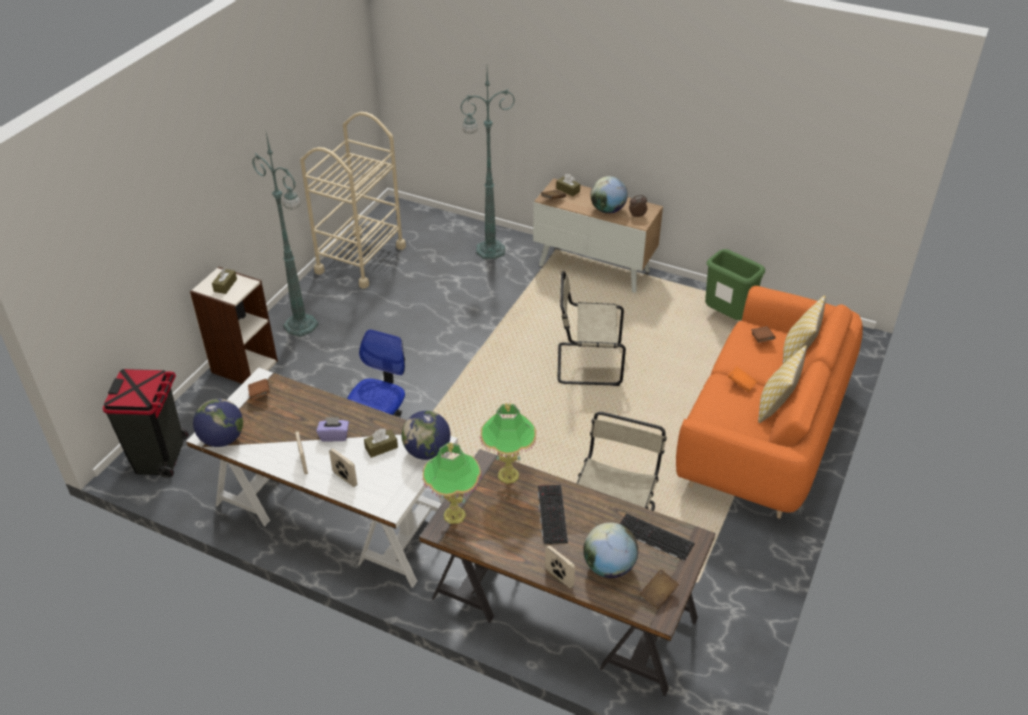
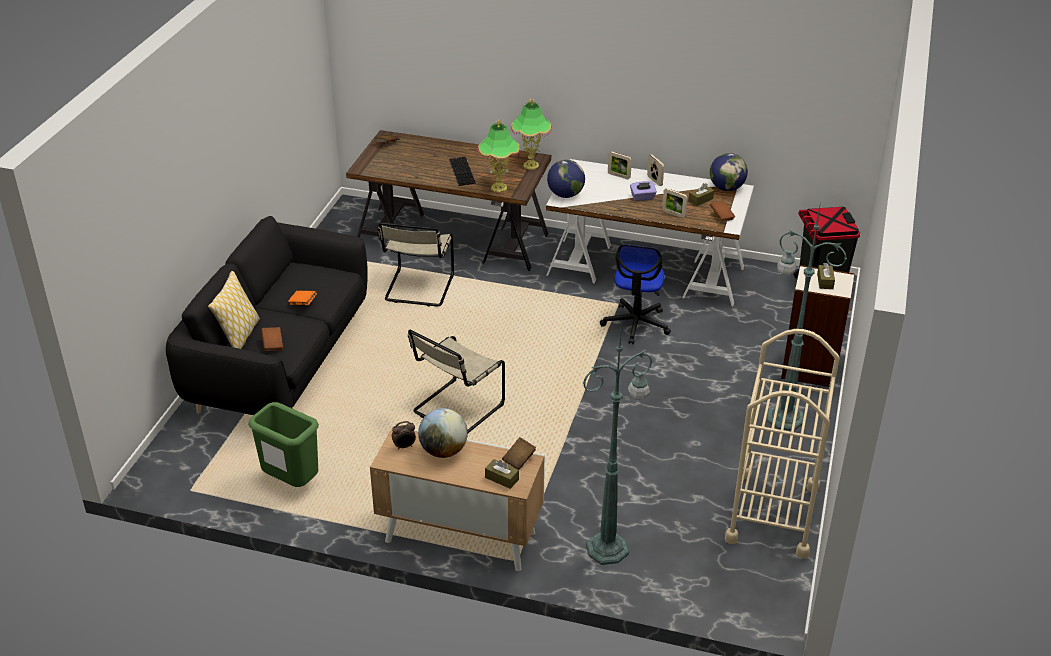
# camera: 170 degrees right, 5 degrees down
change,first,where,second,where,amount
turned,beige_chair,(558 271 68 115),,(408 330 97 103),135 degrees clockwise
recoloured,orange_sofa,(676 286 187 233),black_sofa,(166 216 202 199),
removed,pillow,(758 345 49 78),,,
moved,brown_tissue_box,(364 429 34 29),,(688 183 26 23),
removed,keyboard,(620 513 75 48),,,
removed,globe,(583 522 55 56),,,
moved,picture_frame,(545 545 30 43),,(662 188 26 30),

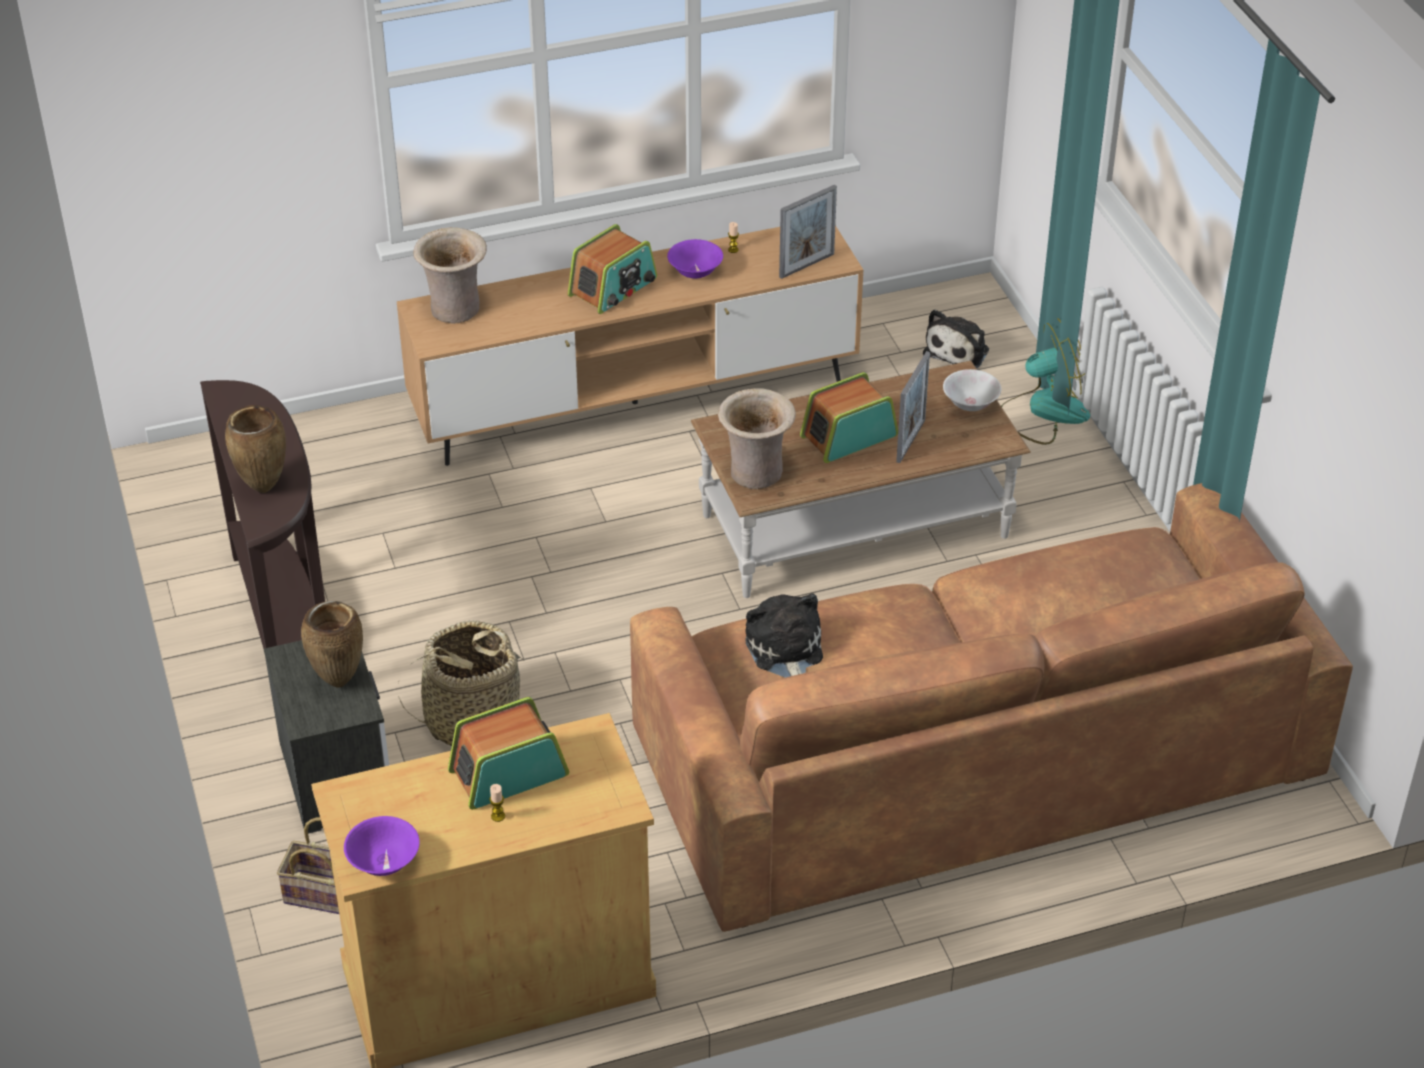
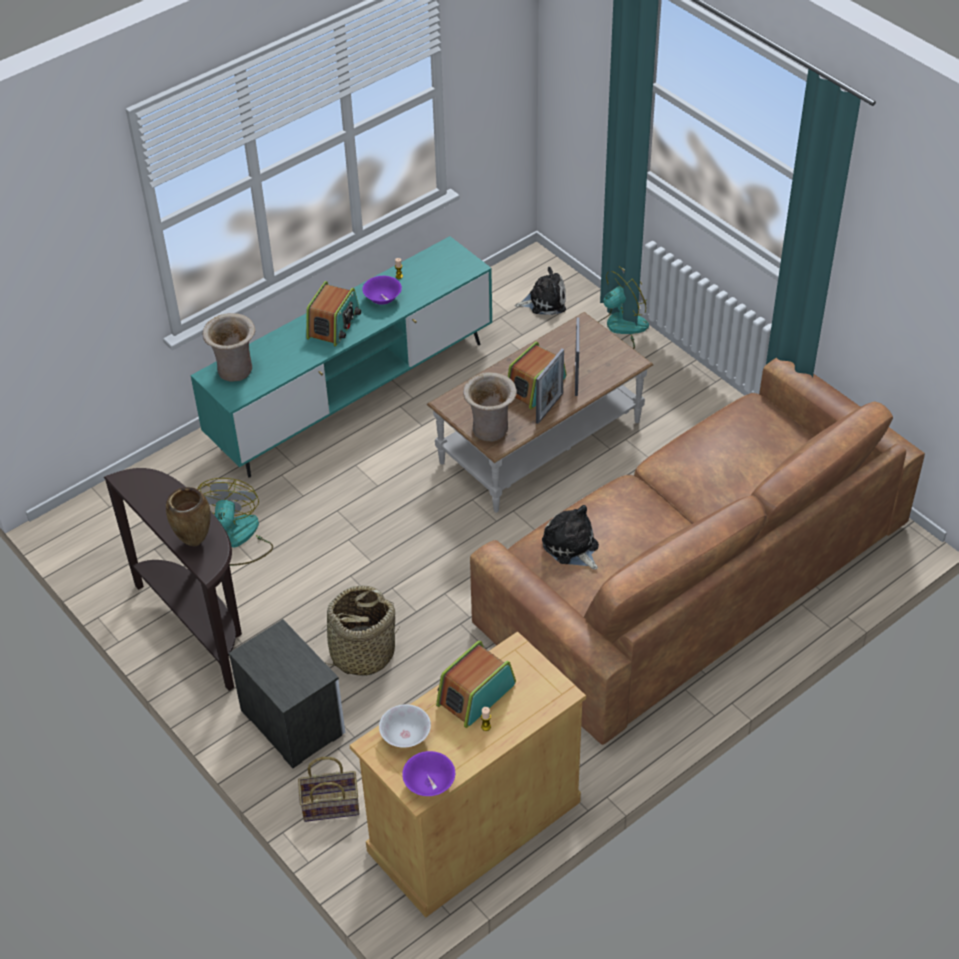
# camera: 20 degrees left, 5 degrees up
change,first,where,second,where,amount
moved,picture_frame,(779 184 58 95),,(536 349 28 75),
recoloured,brown_tv_stand,(397 225 466 241),turquoise_tv_stand,(191 236 301 241),
turned,plush_toy,(923 309 66 59),,(515 267 51 48),105 degrees counterclockwise
moved,white_bowl,(943 369 58 42),,(379 704 52 44),
removed,brown_vase,(301 601 62 87),,,
added,,,fan,(198 478 75 88),

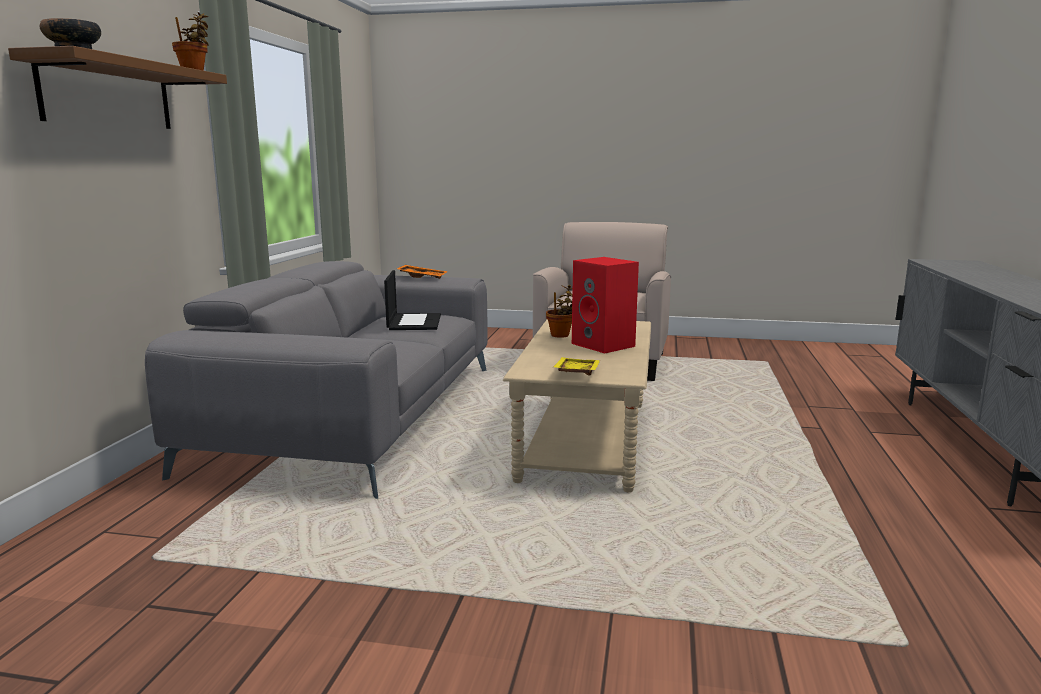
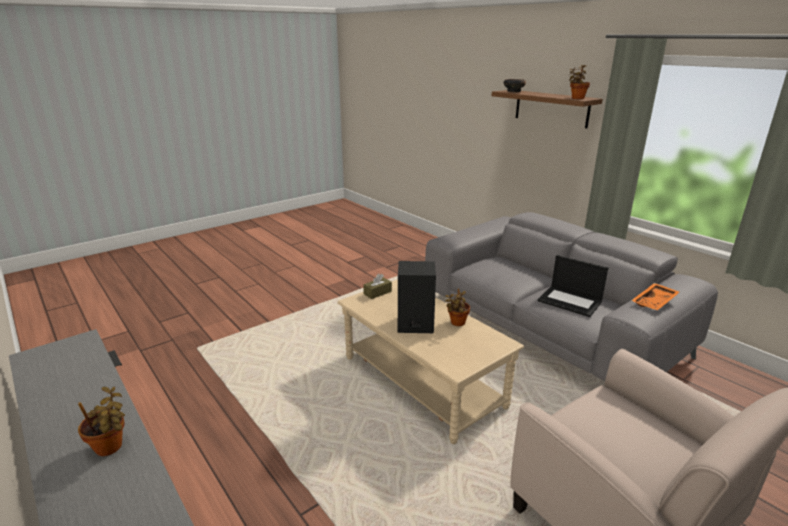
# camera: 130 degrees right, 10 degrees up
change,first,where,second,where,amount
recoloured,red_speaker,(572 257 67 96),black_speaker,(398 261 38 72),
replaced,yellow_tray,(553 357 47 19),brown_tissue_box,(363 274 29 25),
added,,,potted_plant,(78 387 47 69),

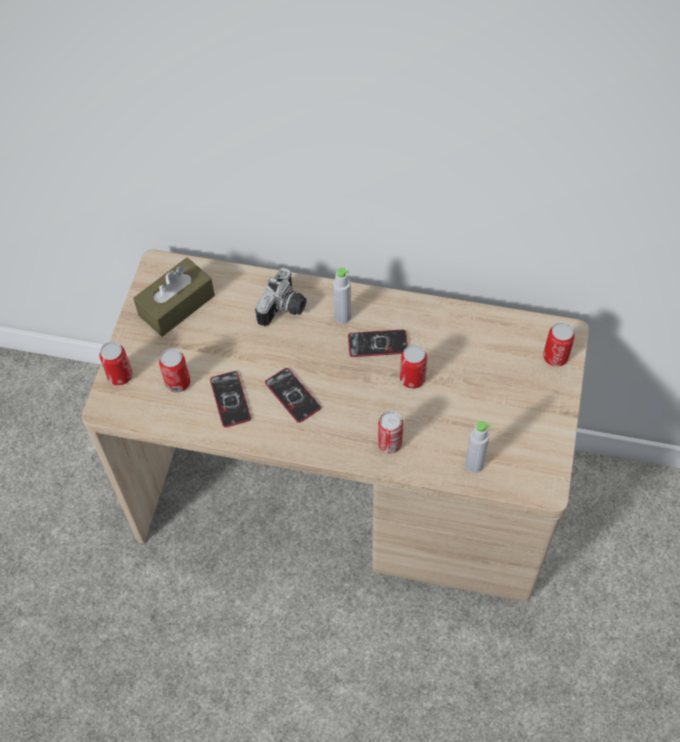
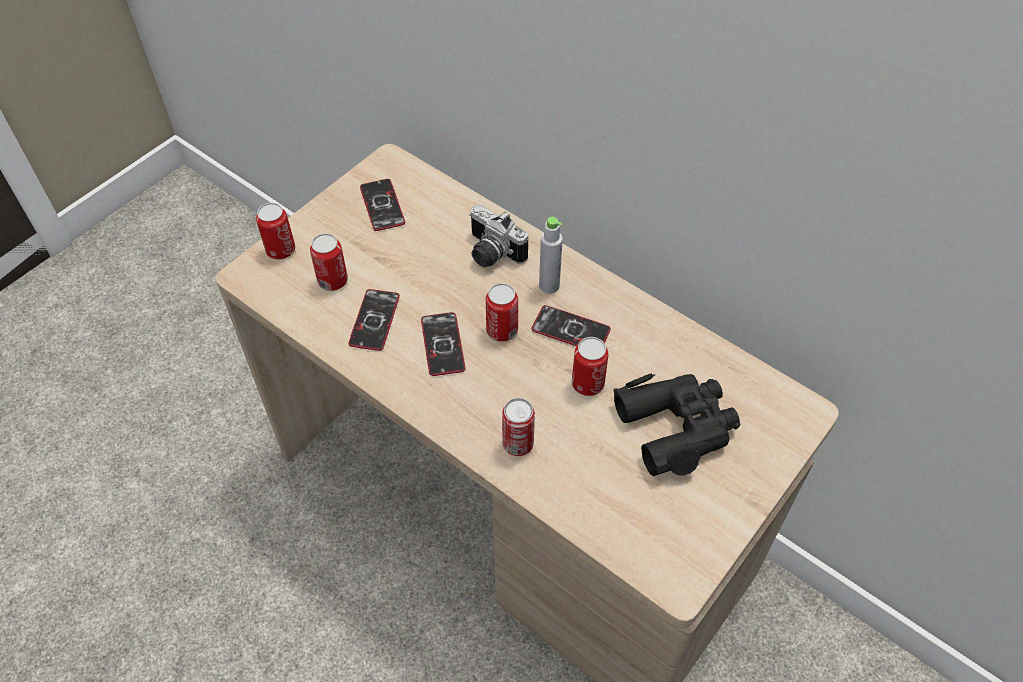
# camera: 25 degrees right, 5 degrees down
change,first,where,second,where,amount
replaced,brown_tissue_box,(133 258 82 79),phone,(360 179 45 52),
turned,photo_camera,(255 268 51 59),,(469 204 59 64),75 degrees clockwise
moved,can,(543 322 32 45),,(486 283 32 59),
removed,grey_bottle,(465 421 25 52),,,
added,,,black_binoculars,(613 373 127 103),

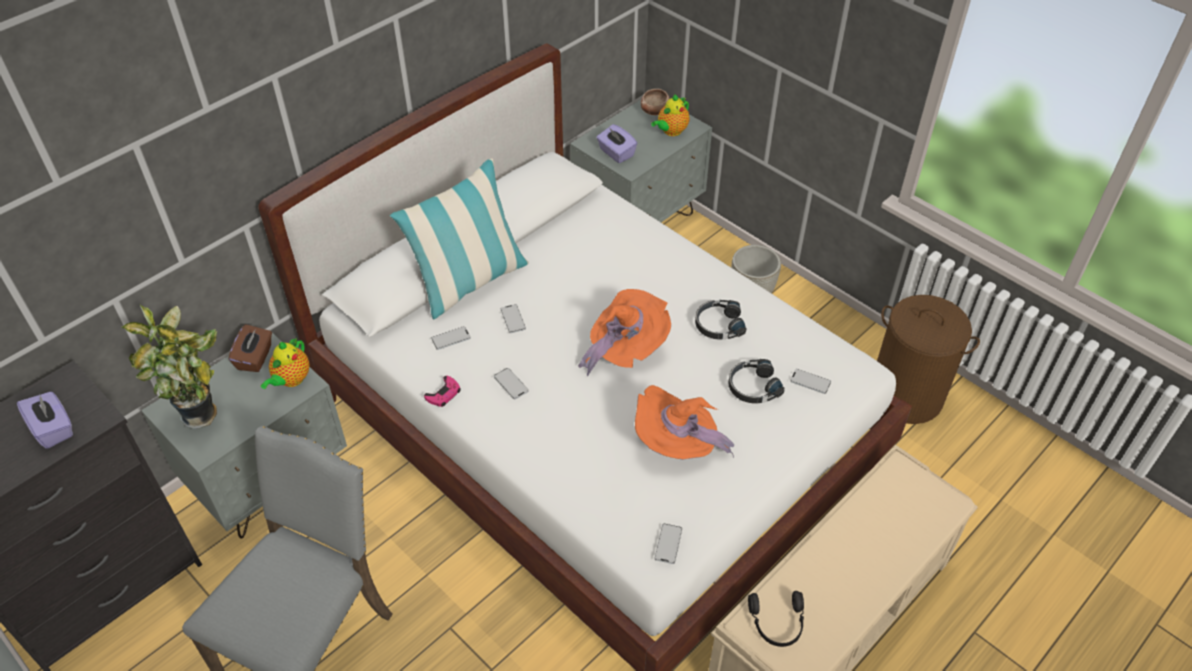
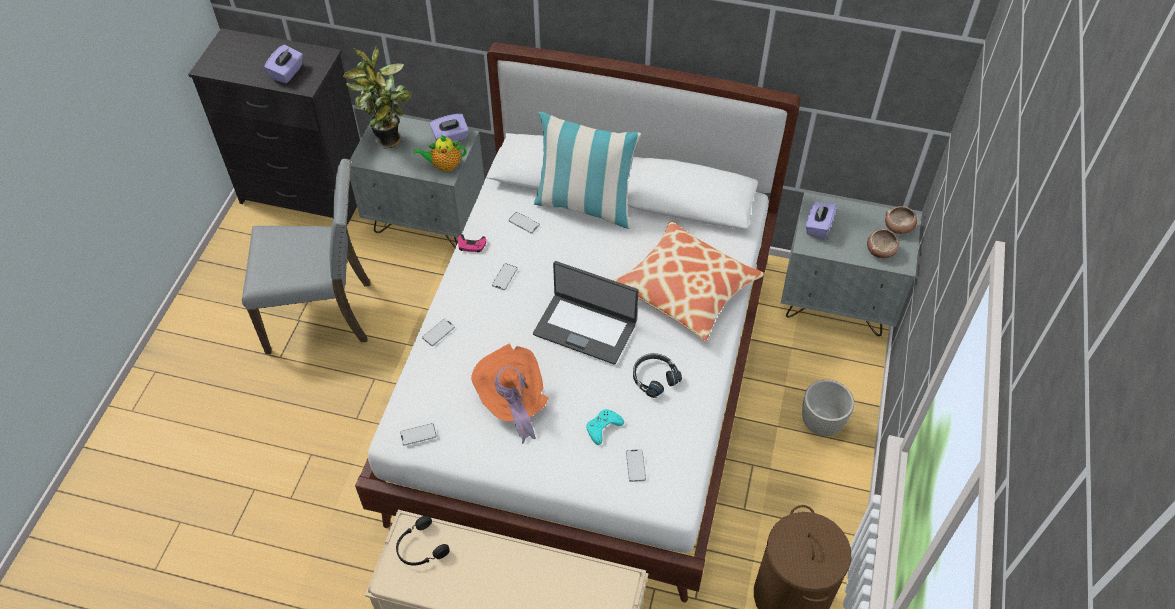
# camera: 60 degrees right, 5 degrees up
change,first,where,second,where,amount
replaced,teapot,(651 94 39 42),bowl,(867 229 32 30),
replaced,orange_hat,(578 289 93 87),laptop,(533 261 105 104),
moved,phone,(501 304 25 29),,(422 319 33 27),
recoloured,brown_tissue_box,(229 324 43 48),purple_tissue_box,(429 114 40 28),
replaced,black_headphones,(728 359 57 44),turquoise_game_controller,(586 409 38 36),
added,,,pillow,(613 221 151 120),

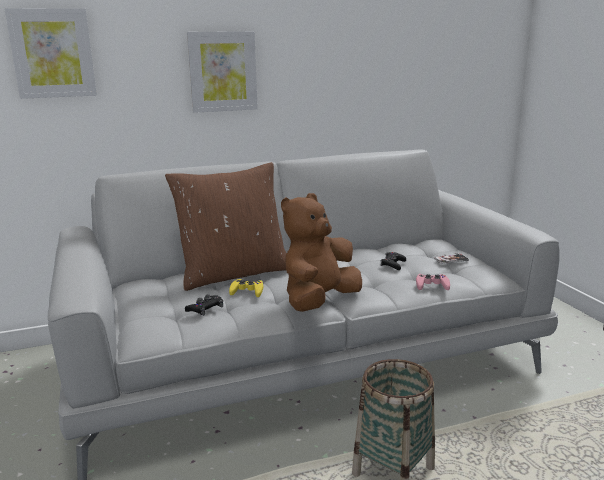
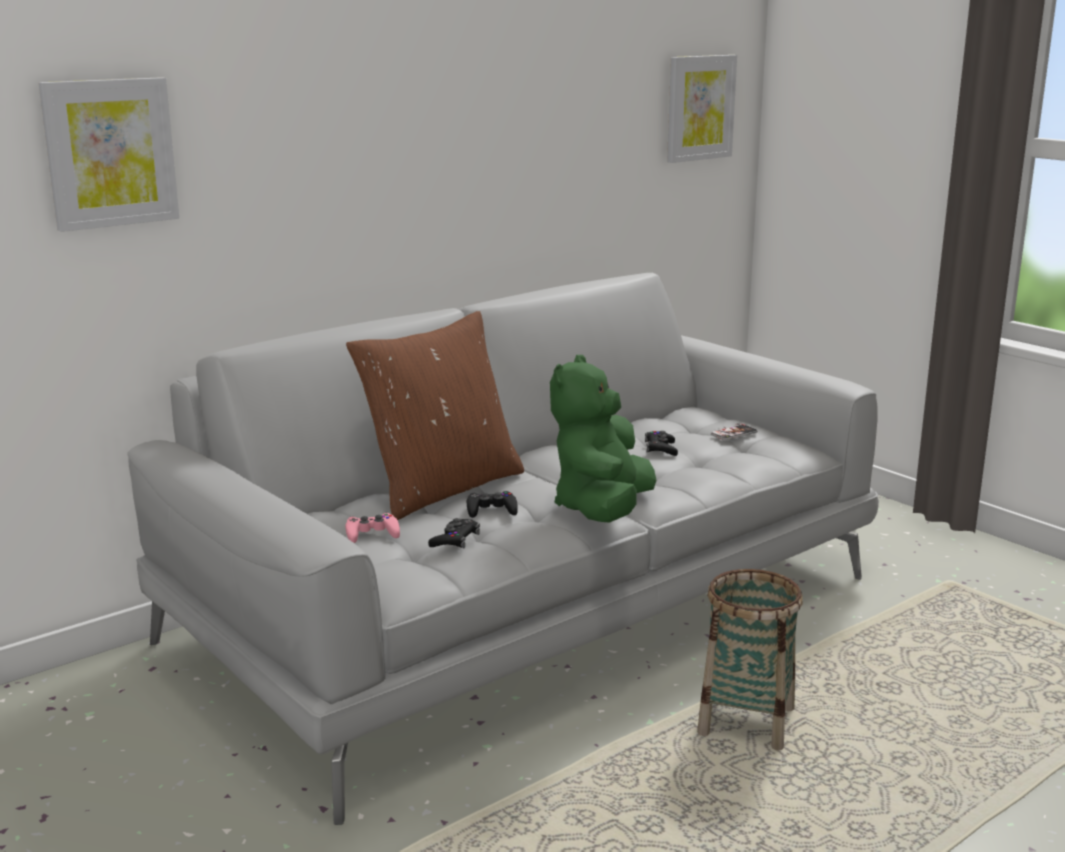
# camera: 20 degrees left, 0 degrees up
change,first,where,second,where,amount
moved,picture,(187 31 71 82),,(667 55 70 108),
recoloured,brown_plush_toy,(281 193 81 119),green_plush_toy,(550 355 107 168),
moved,pink_game_controller,(416 274 34 16),,(345 513 55 30),
recoloured,yellow_game_controller,(229 279 34 18),black_game_controller,(467 491 51 27),

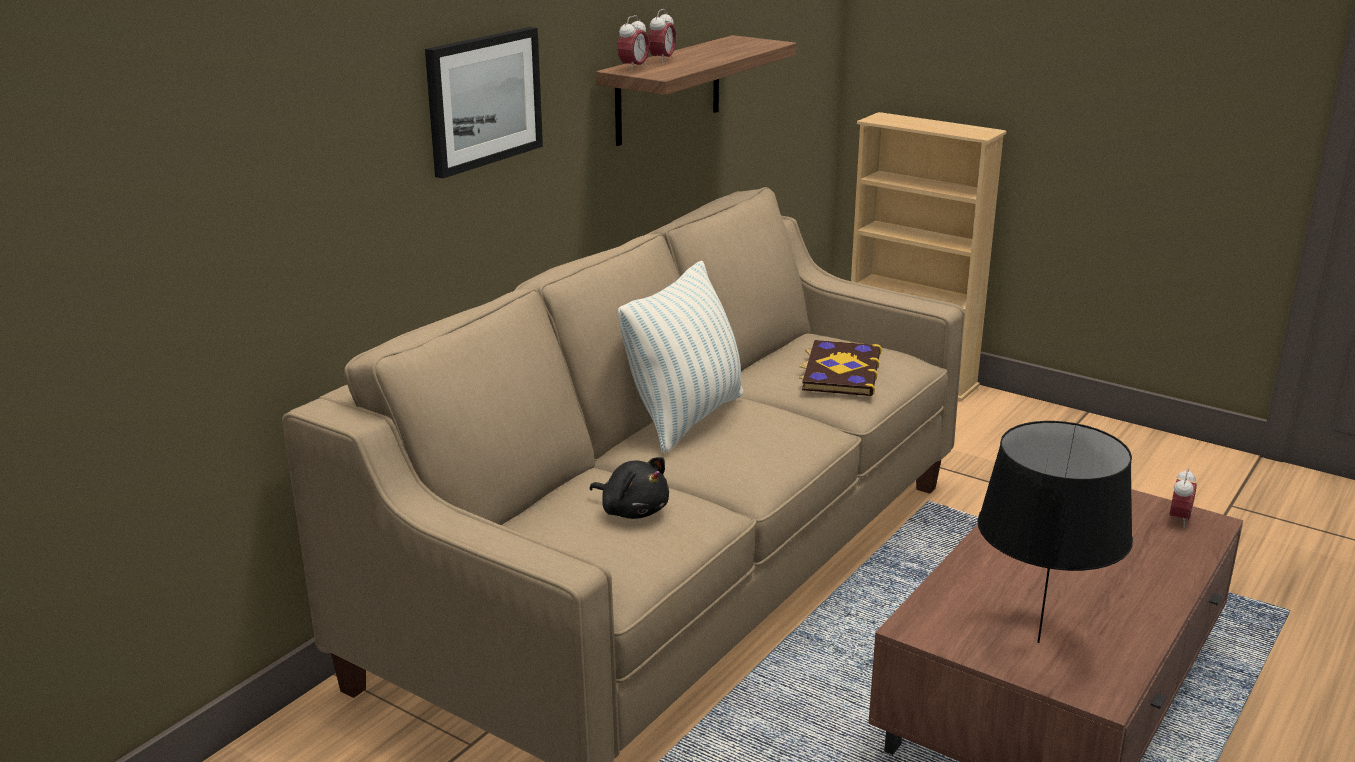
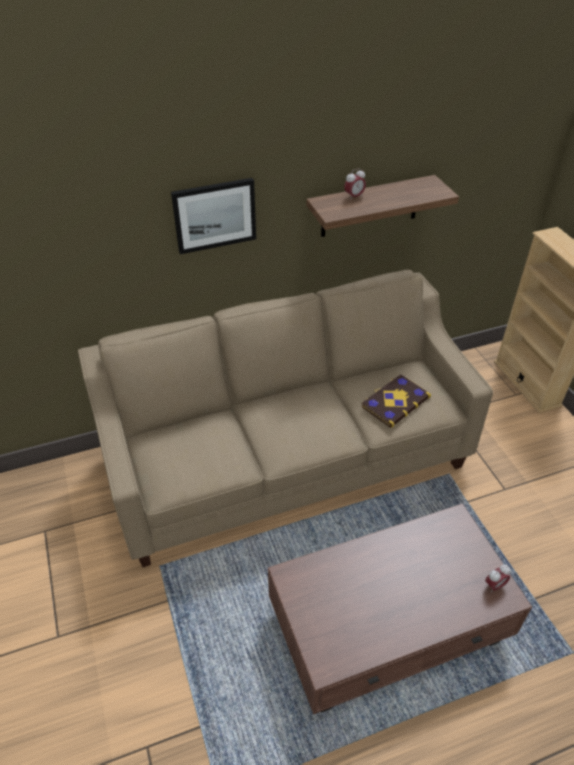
# camera: 35 degrees right, 20 degrees up
change,first,where,second,where,amount
removed,alarm_clock,(617 15 32 56),,,
removed,pillow,(618 261 125 192),,,
removed,black_table_lamp,(978 421 155 222),,,
removed,black_plush_toy,(590 457 79 62),,,

